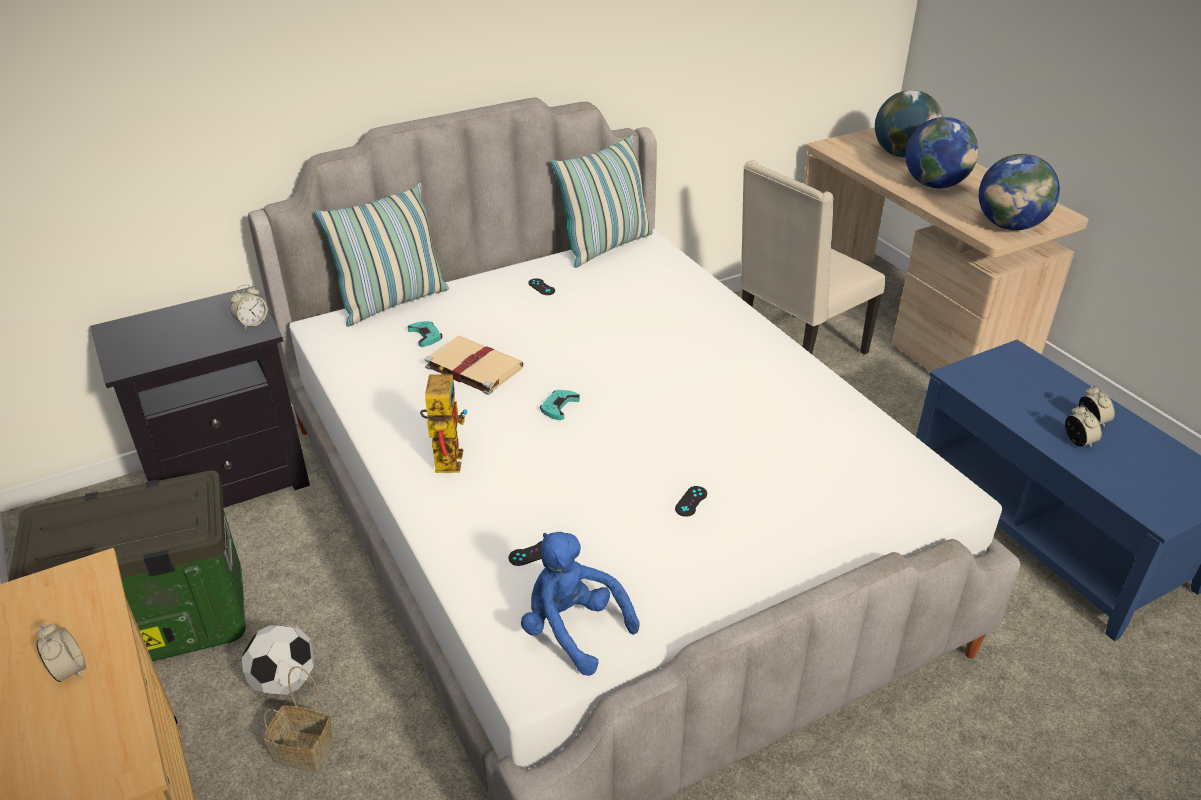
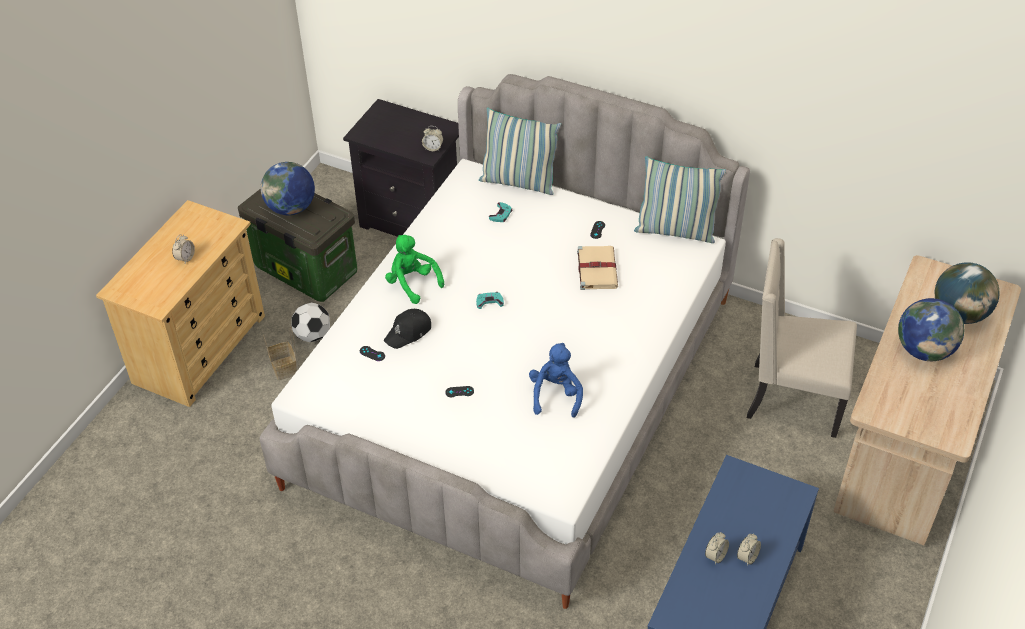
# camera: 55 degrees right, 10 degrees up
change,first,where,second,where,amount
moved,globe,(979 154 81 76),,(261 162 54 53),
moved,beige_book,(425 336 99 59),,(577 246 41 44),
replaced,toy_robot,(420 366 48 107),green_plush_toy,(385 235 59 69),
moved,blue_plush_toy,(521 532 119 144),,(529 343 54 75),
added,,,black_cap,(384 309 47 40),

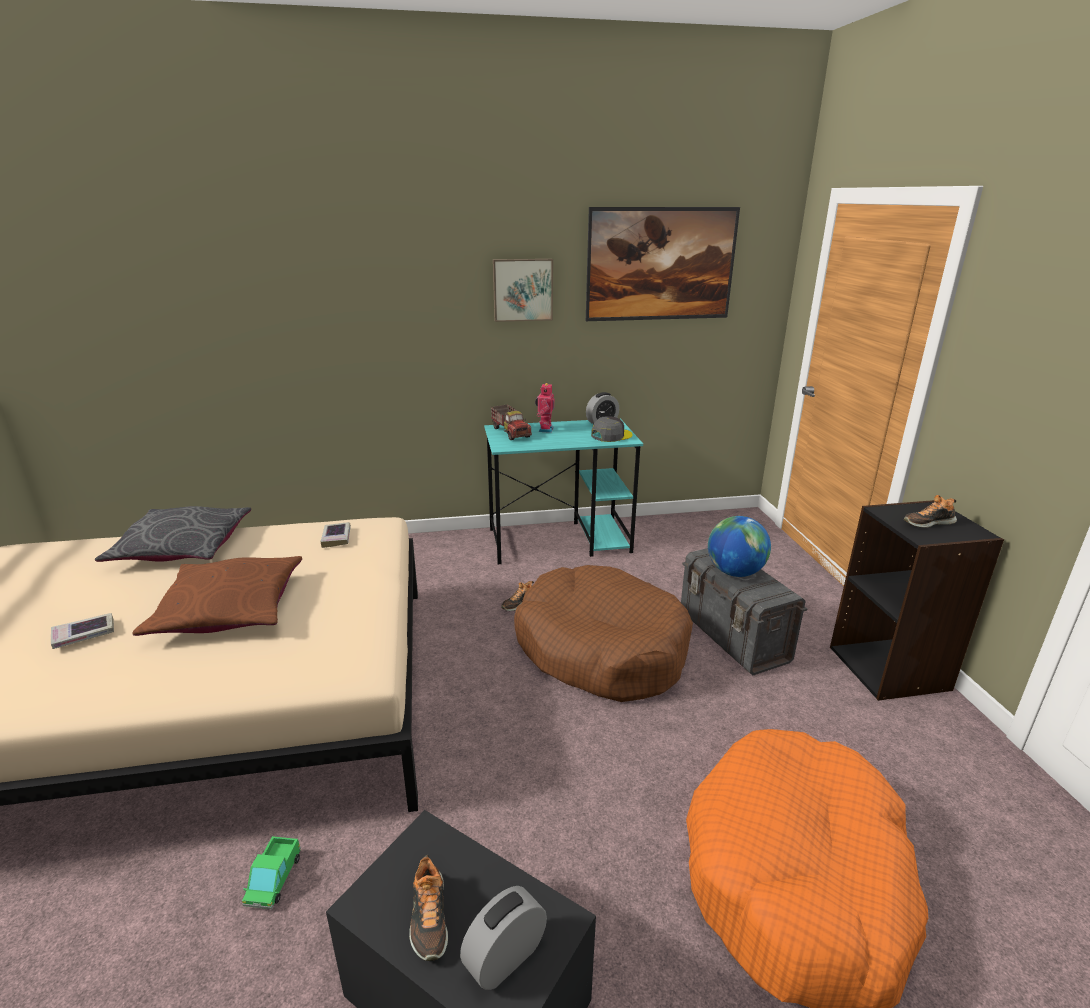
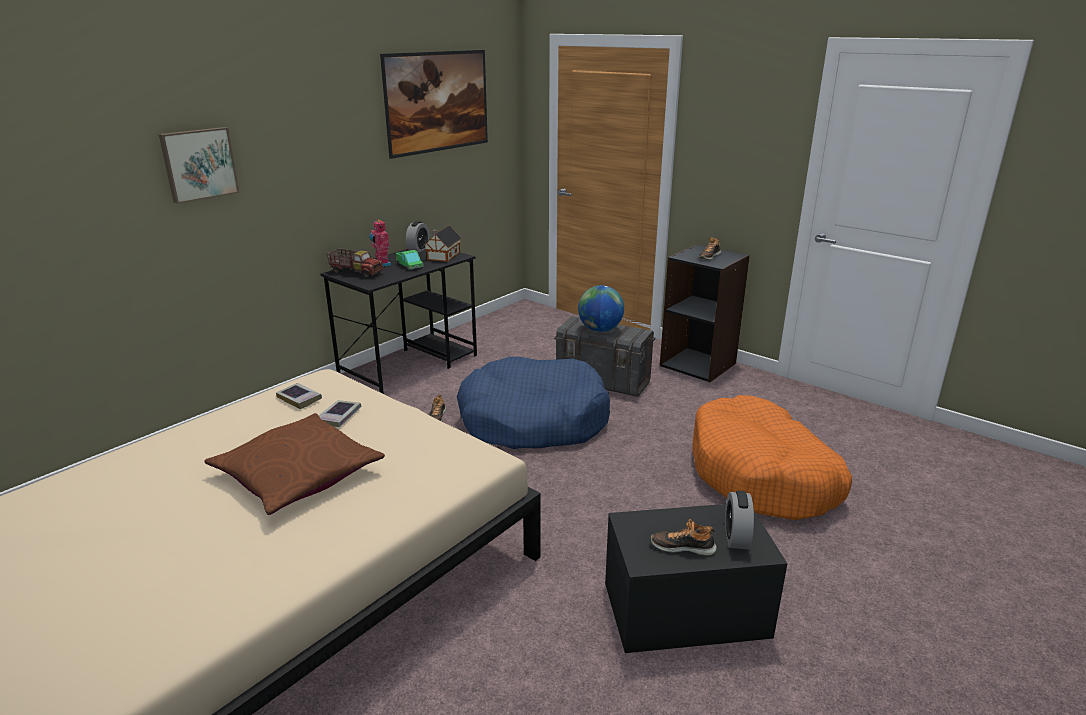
# camera: 40 degrees left, 0 degrees up
change,first,where,second,where,amount
moved,picture,(493 259 60 63),,(159 127 81 77),
replaced,grey_cap,(591 416 42 26),toy_house,(424 226 38 36),
recoloured,turquoise_desk,(484 418 159 146),black_desk,(320 249 157 145),
removed,grey_pillow,(95 506 156 56),,,
recoloured,brown_dog_bed,(514 565 179 137),blue_dog_bed,(457 357 153 92),
moved,book,(51 613 63 36),,(319 400 42 27),
moved,toy_truck,(242 836 59 73),,(396 250 28 21),
turned,shoe,(409 855 39 106),,(650 519 67 36),150 degrees clockwise

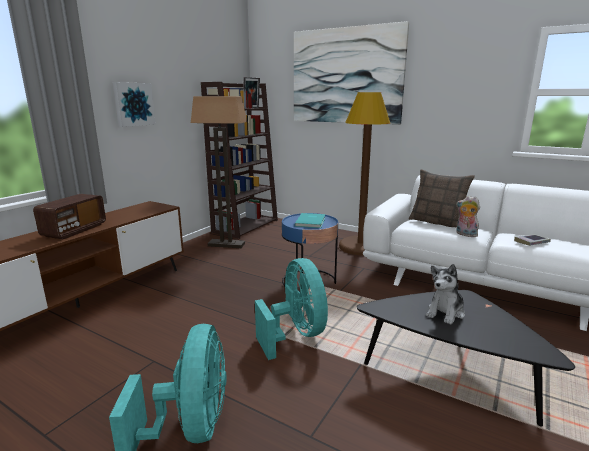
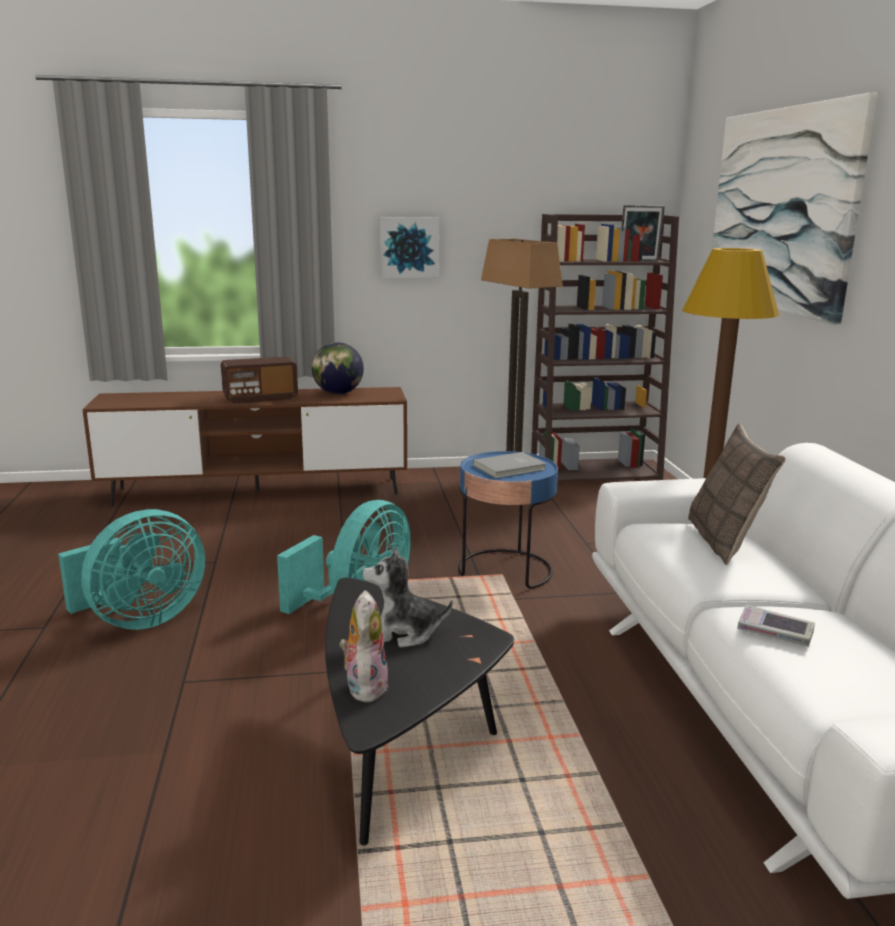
# camera: 50 degrees right, 0 degrees up
change,first,where,second,where,amount
moved,plush_toy,(456 196 24 41),,(340 590 48 113),
recoloured,turquoise_book,(295 213 30 15),grey_book,(473 452 73 26),
added,,,globe,(312 342 52 52),

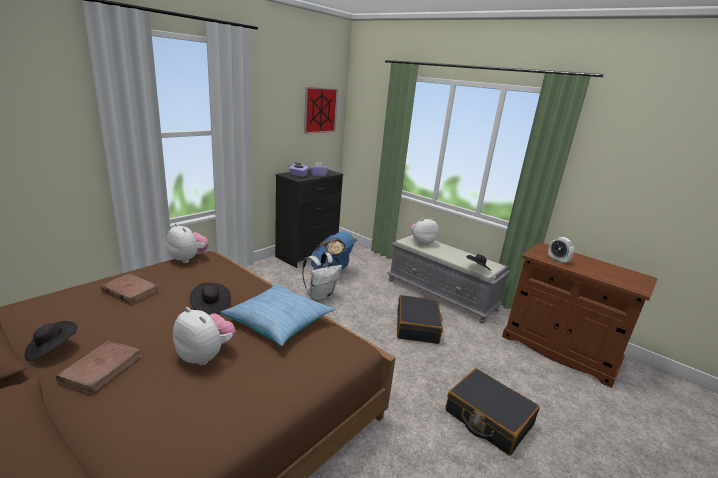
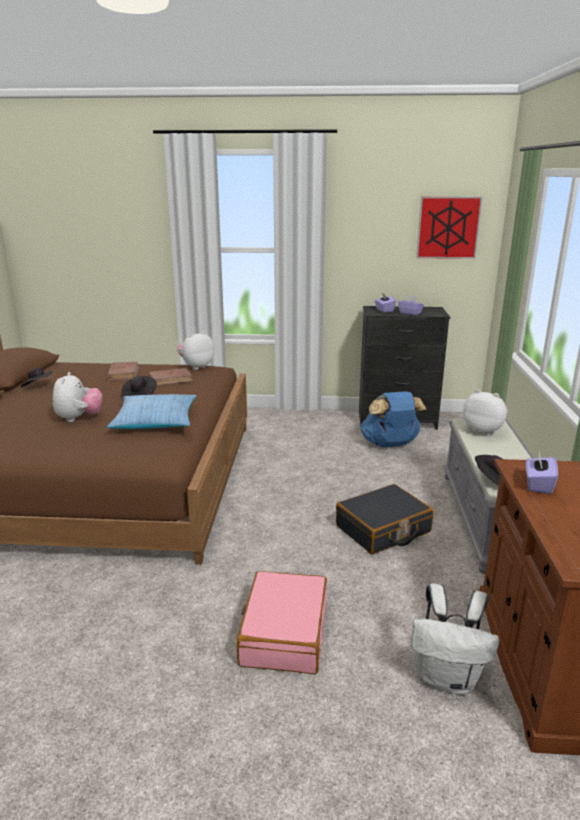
# camera: 55 degrees right, 0 degrees up
change,first,where,second,where,amount
turned,plush_toy,(167 223 42 40),,(177 331 38 39),135 degrees counterclockwise
replaced,alarm_clock,(548 237 26 27),purple_tissue_box,(526 451 32 43),
moved,white_backpack,(302 253 40 49),,(411 584 88 111),
moved,brown_book,(56 340 86 55),,(149 368 44 17),
recoloured,black_suitcase,(445 368 95 88),pink_suitcase,(237 571 90 103),

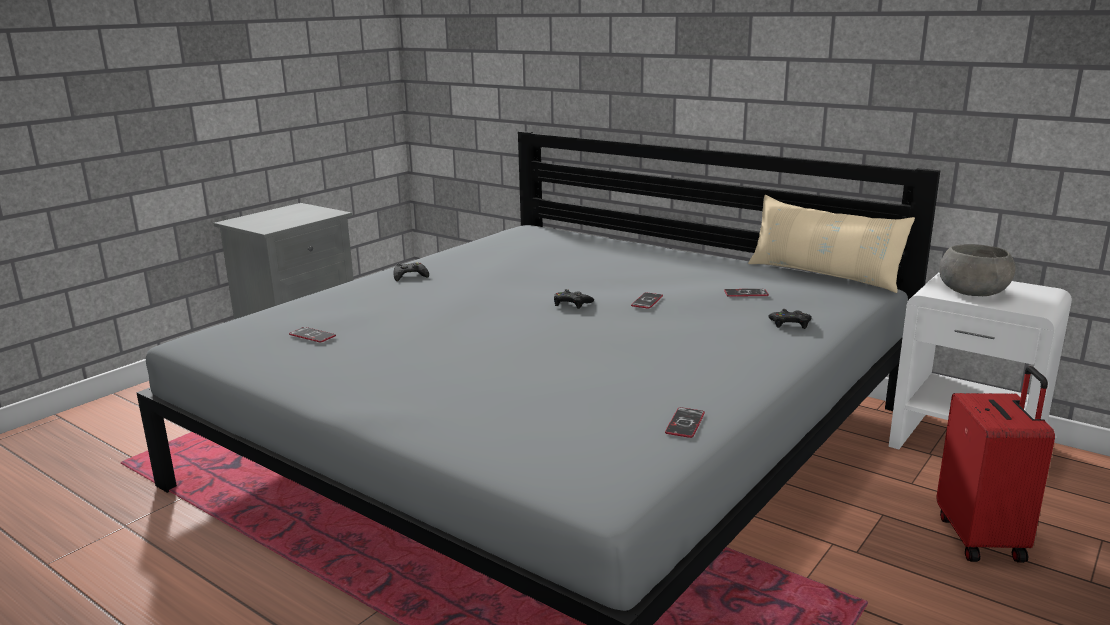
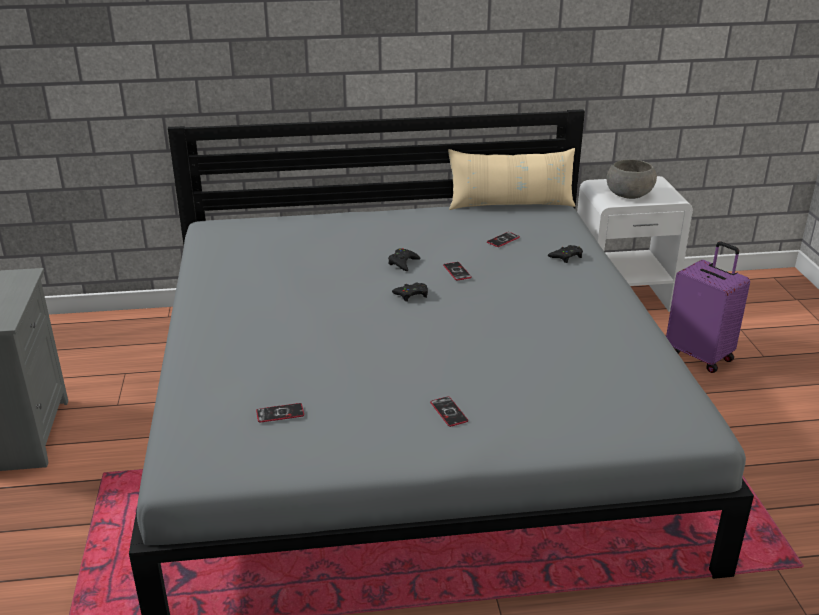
# camera: 45 degrees left, 10 degrees up
change,first,where,second,where,amount
moved,black_game_controller,(394 262 35 19),,(388 248 32 23),
recoloured,red_suitcase,(937 366 118 197),purple_suitcase,(666 241 84 132),
moved,phone,(665 407 40 31),,(430 396 38 31),

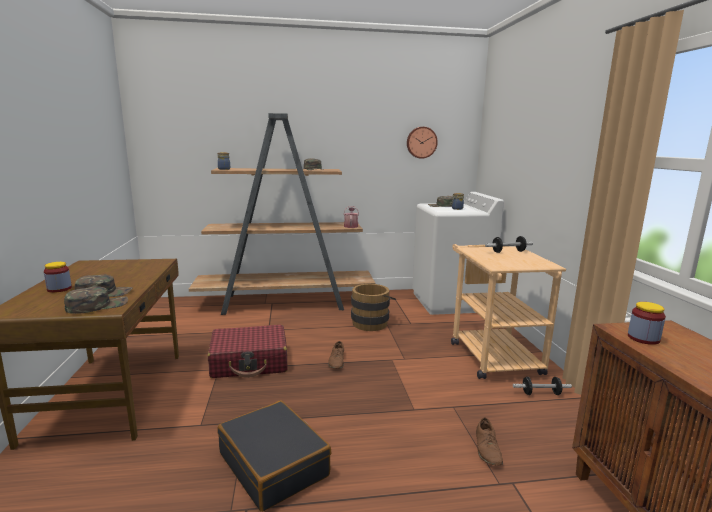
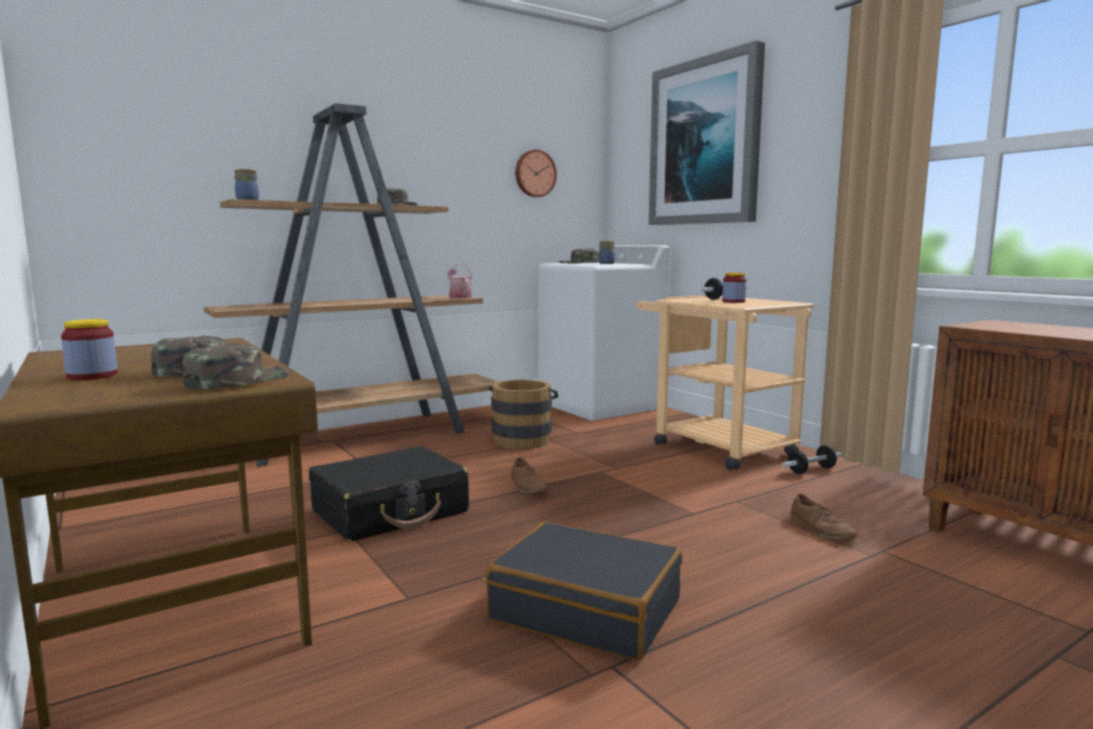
# camera: 25 degrees left, 5 degrees down
change,first,where,second,where,amount
moved,jar,(628 302 38 43),,(722 272 24 31),
recoloured,red_suitcase,(207 325 81 53),black_suitcase,(309 446 160 96),
added,,,picture,(649 40 116 185),

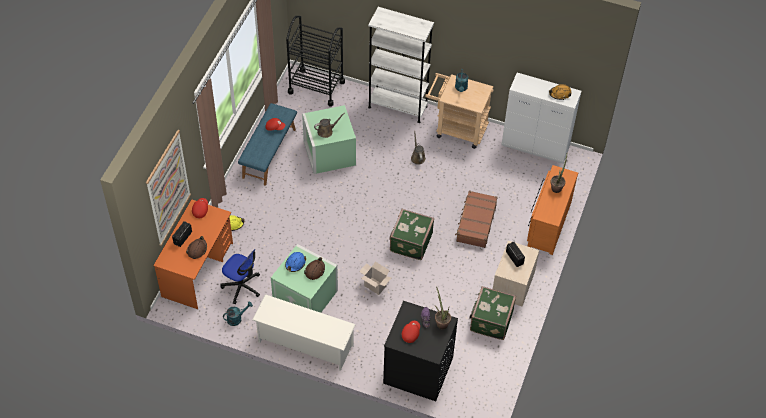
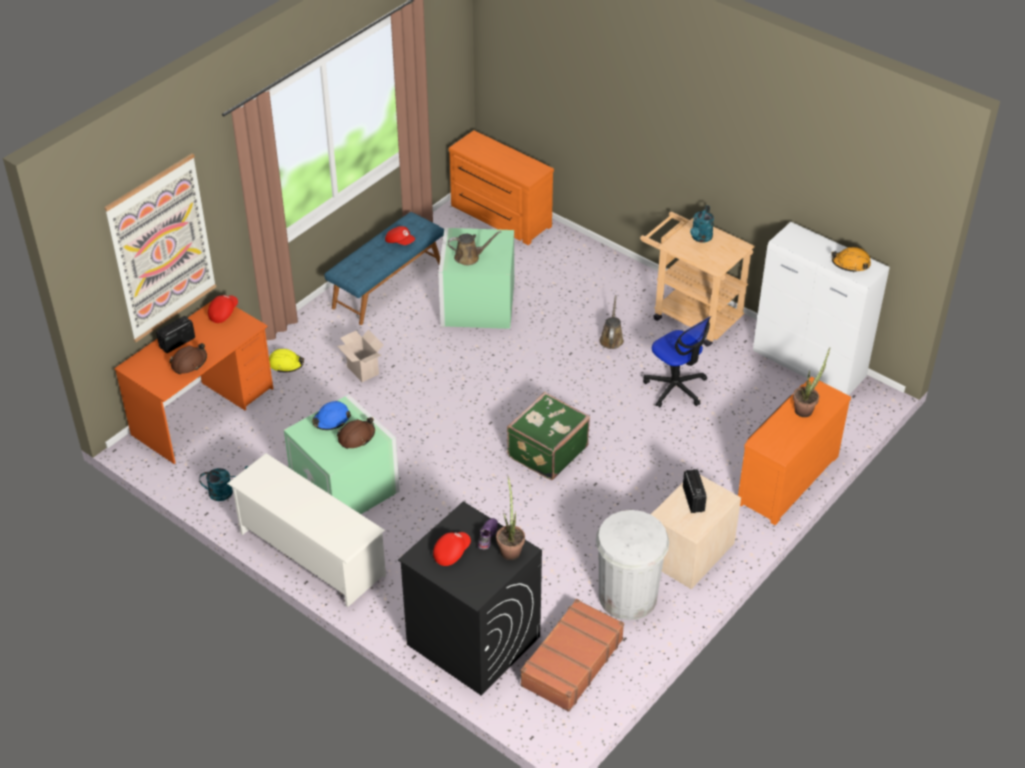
# camera: 20 degrees right, 10 degrees down
change,first,where,second,where,amount
removed,white_bookcase,(368 7 66 116),,,
replaced,black_cart,(286 16 59 91),orange_dresser,(449 130 105 115),
moved,brown_suitcase,(455 191 43 57),,(520 599 104 113),
moved,office_chair,(220 249 40 55),,(643 316 68 91),
moved,cardboard_box,(359 262 32 33),,(337 330 46 52),
replaced,green_suitcase,(469 286 47 54),white_trash_can,(596 510 73 110),

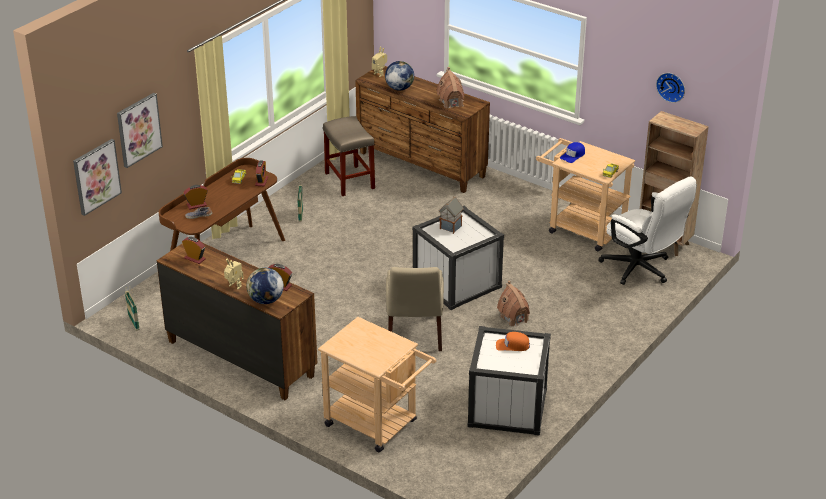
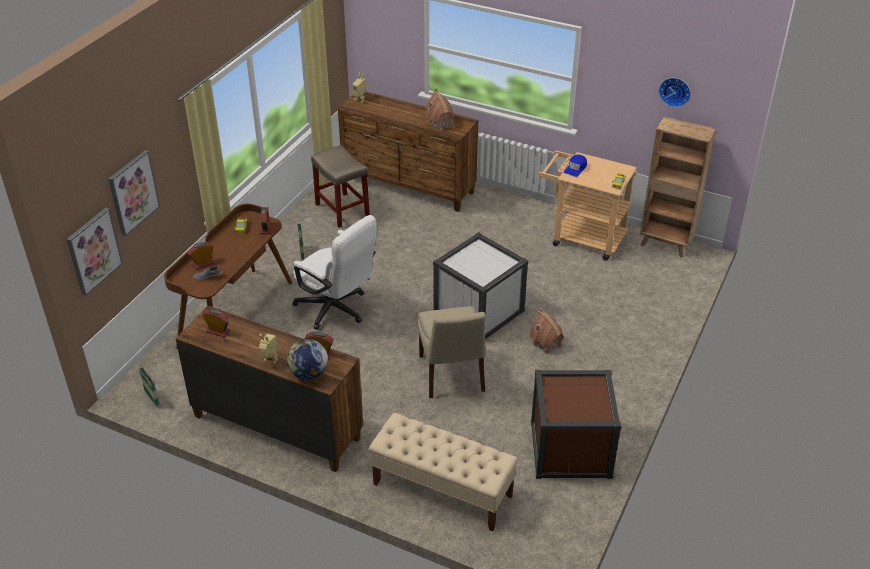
# camera: 10 degrees left, 5 degrees up
change,first,where,second,where,amount
removed,globe,(385 61 29 30),,,
moved,white_office_chair,(599 177 98 108),,(292 215 85 115),
removed,toy_house,(439 197 25 37),,,
replaced,beige_cart,(318 317 118 135),beige_bench,(369 413 149 118),
recoloured,white_storage_box,(467 326 84 110),brown_storage_box,(531 370 90 109),
removed,orange_cap,(496 332 34 19),,,

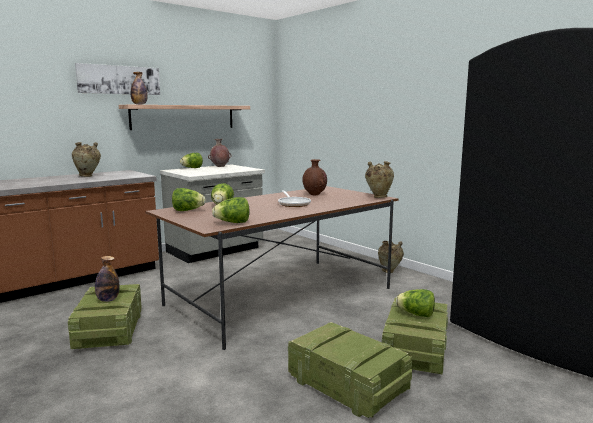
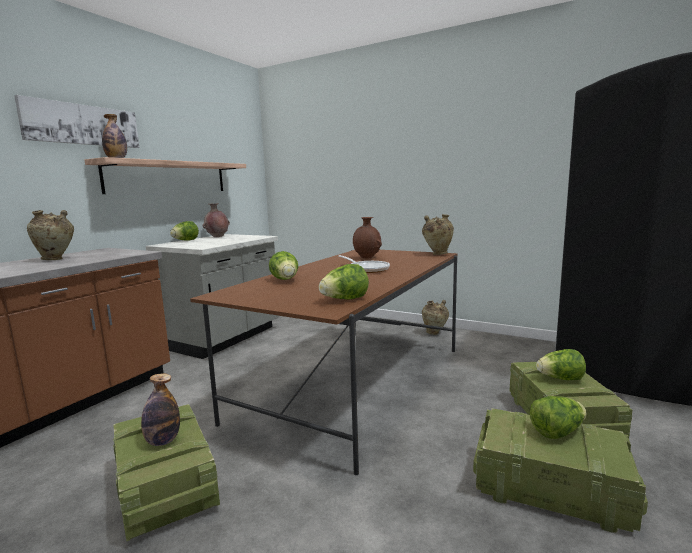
# camera: 20 degrees left, 0 degrees up
change,first,where,second,where,amount
moved,lettuce,(172 188 34 23),,(530 396 57 43),

